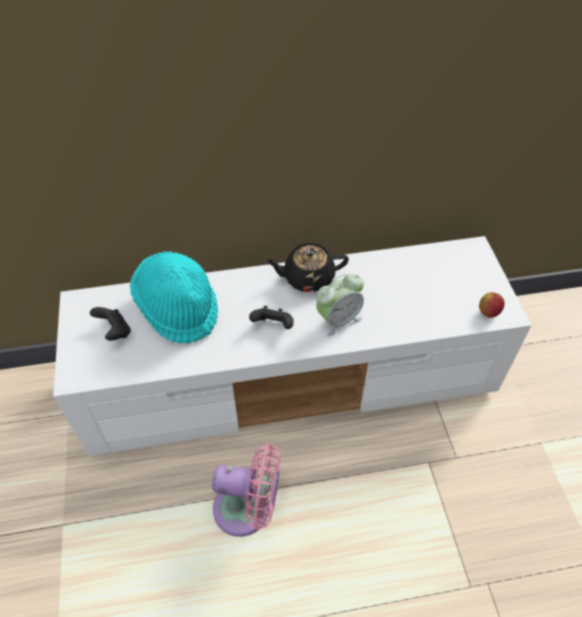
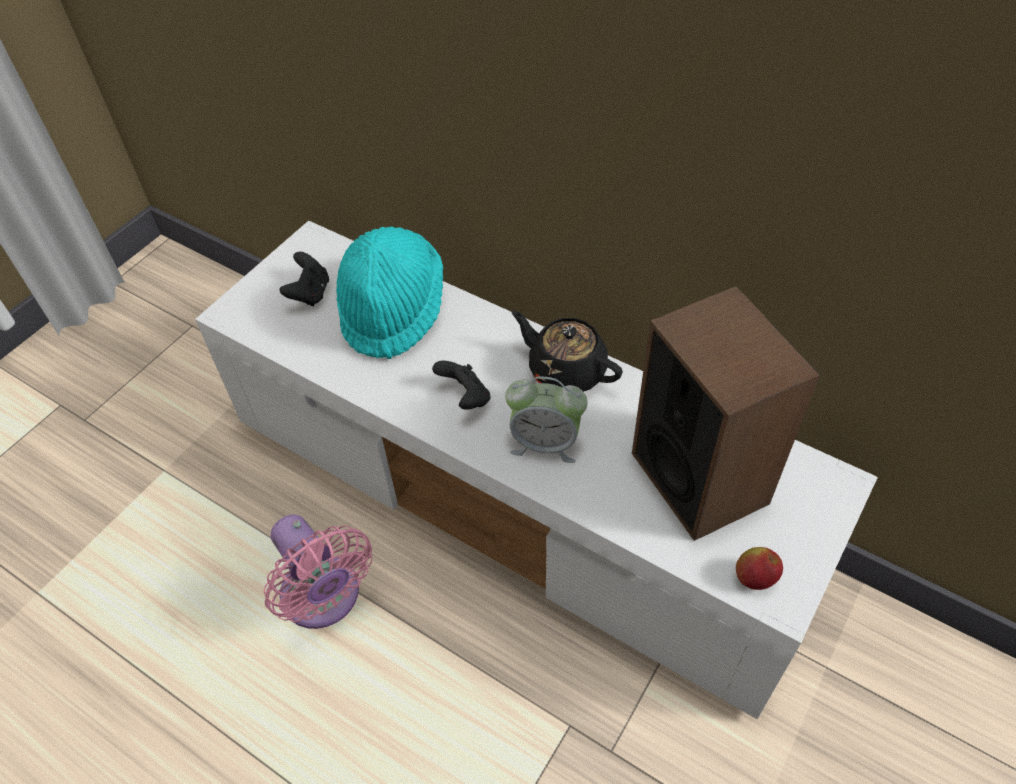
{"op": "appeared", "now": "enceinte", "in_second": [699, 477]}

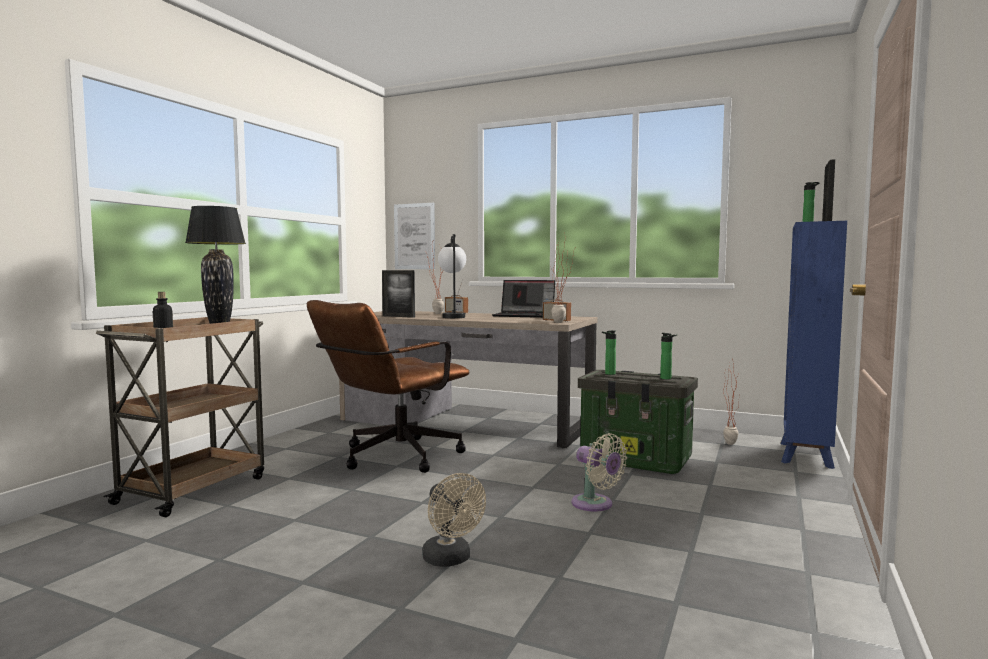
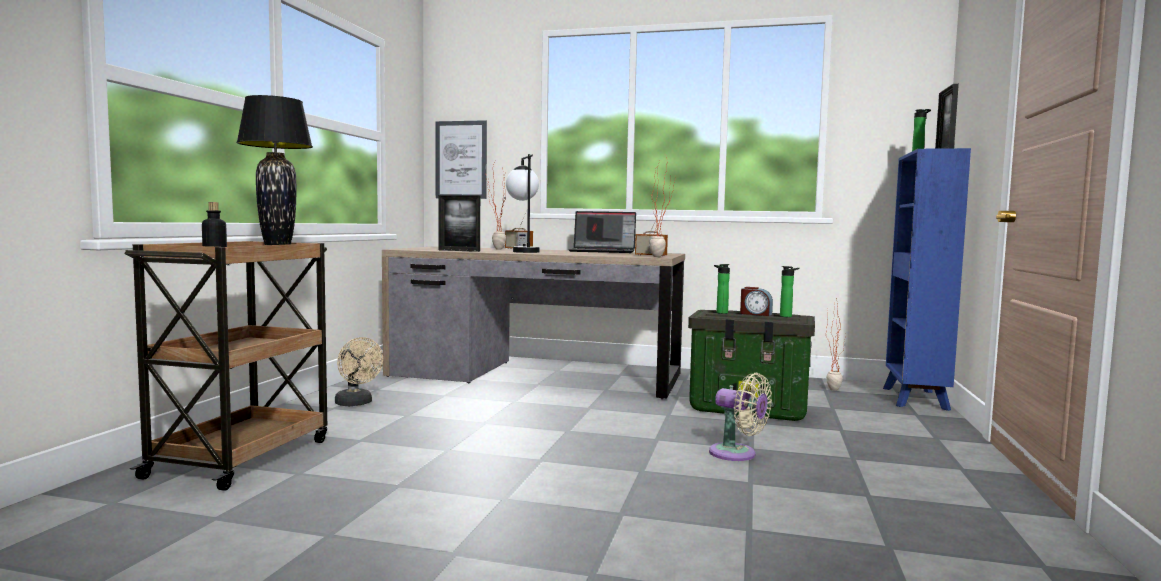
{"op": "missing", "was": "chaise de bureau (marron)", "in_first": [391, 458]}
{"op": "relocated", "was": "ventilateur (beige)", "in_first": [451, 560], "in_second": [356, 403]}
{"op": "appeared", "now": "réveil", "in_second": [755, 314]}

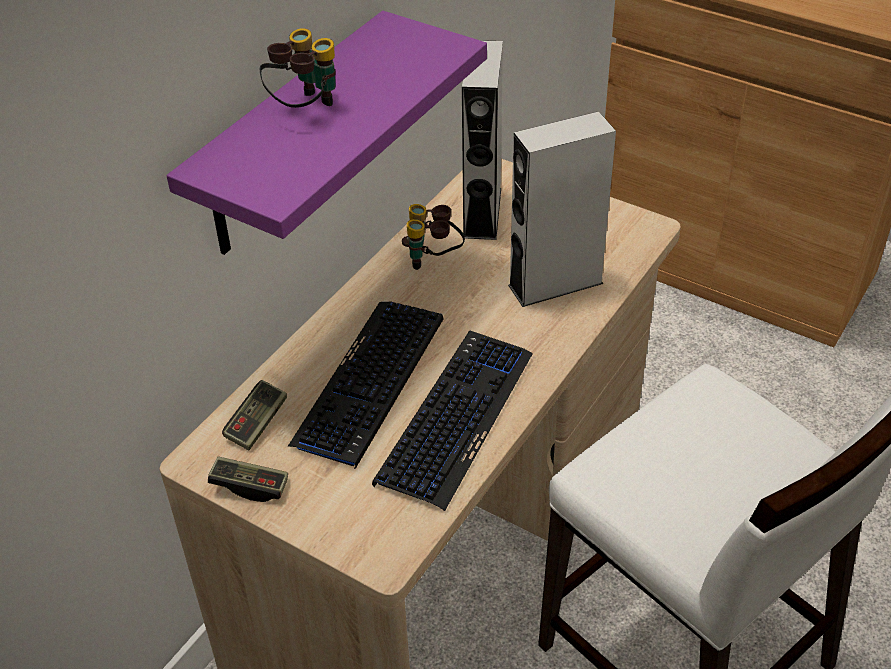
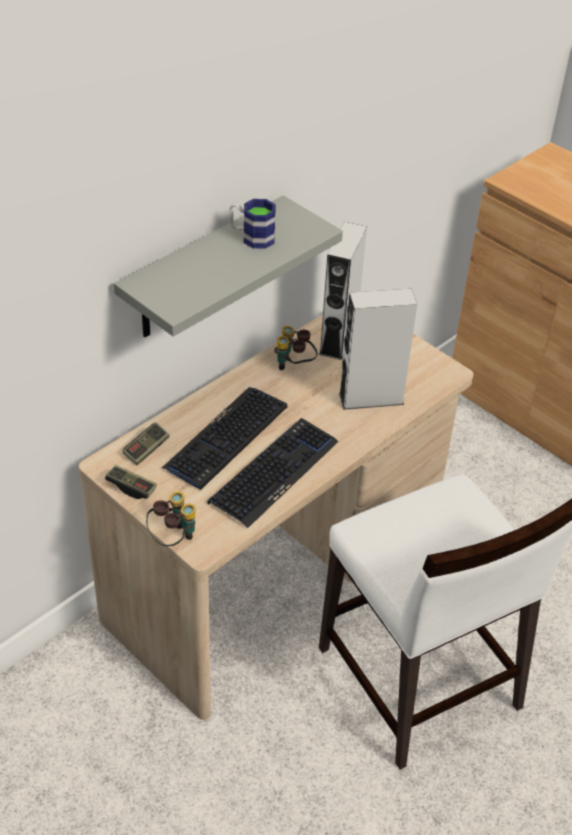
{"op": "colour", "was": "étagère (violet)", "now": "étagère (gris)", "in_first": [290, 138], "in_second": [203, 270]}
{"op": "relocated", "was": "jumelles", "in_first": [304, 108], "in_second": [173, 538]}
{"op": "appeared", "now": "mug", "in_second": [252, 237]}

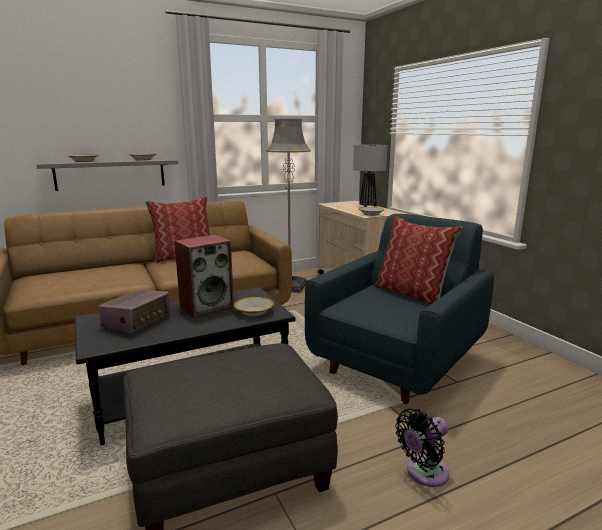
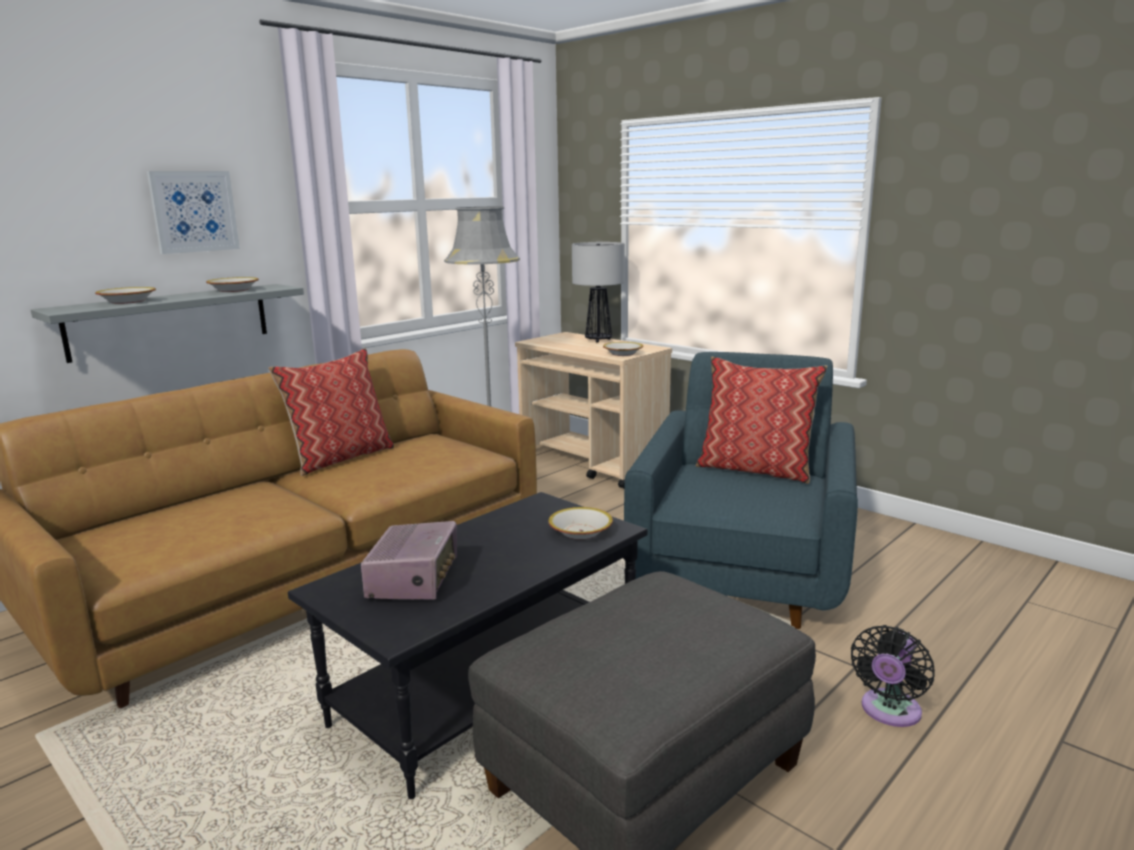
{"op": "missing", "was": "enceinte", "in_first": [207, 306]}
{"op": "appeared", "now": "tableau", "in_second": [194, 211]}

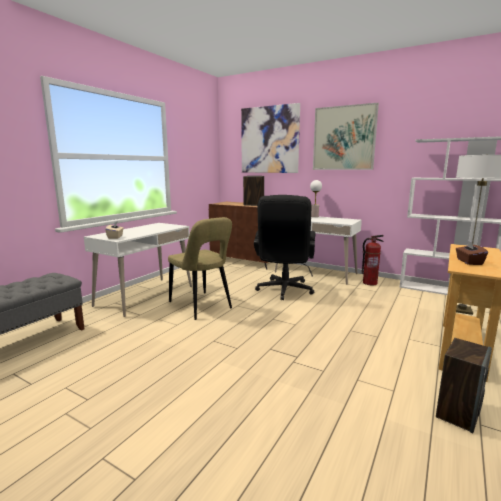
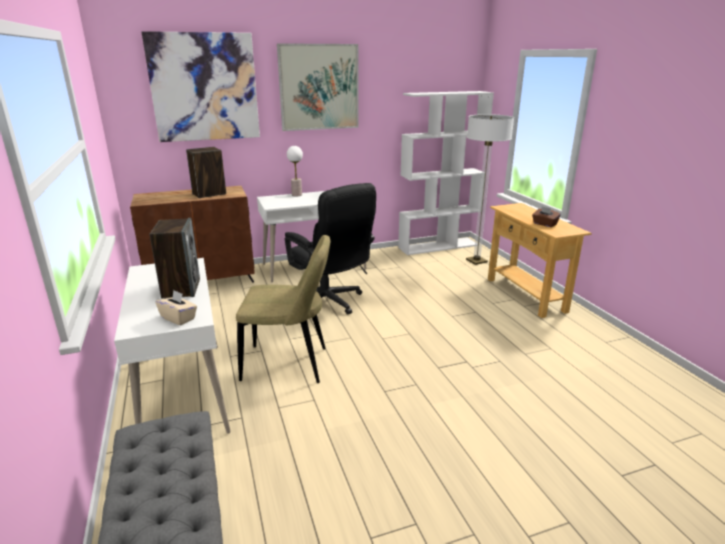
{"op": "missing", "was": "extincteur", "in_first": [370, 283]}
{"op": "relocated", "was": "enceinte", "in_first": [457, 413], "in_second": [181, 288]}

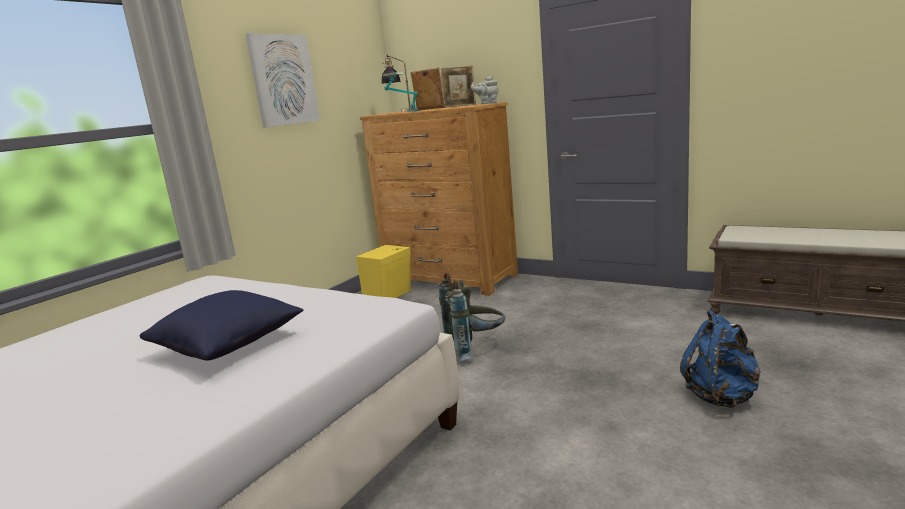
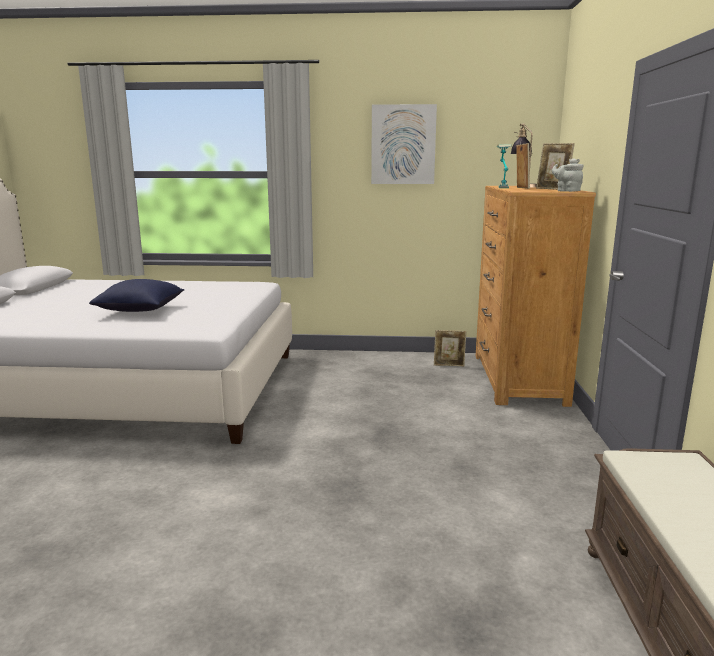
{"op": "exchanged", "was": "enceinte (jaune)", "now": "cadre photo", "in_first": [389, 296], "in_second": [449, 365]}
{"op": "missing", "was": "sac à dos (gris)", "in_first": [476, 349]}
{"op": "missing", "was": "sac à dos (bleu)", "in_first": [721, 396]}

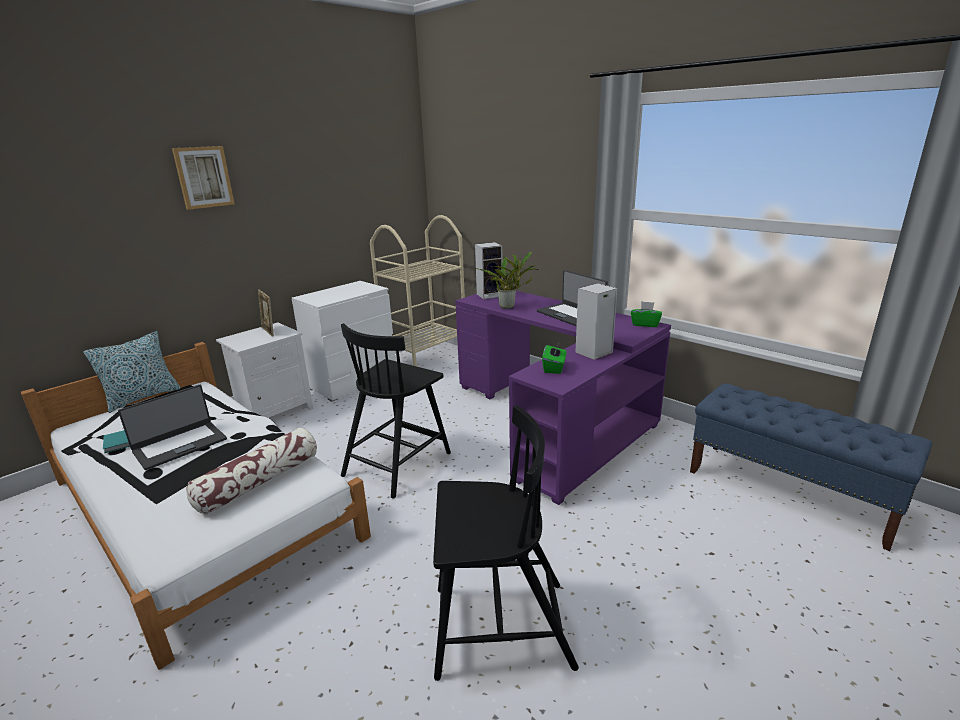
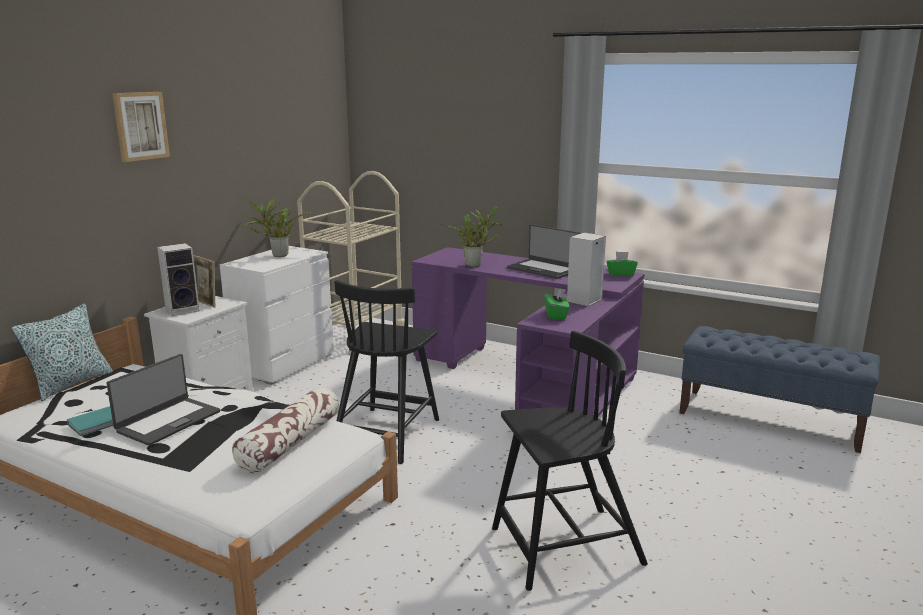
{"op": "relocated", "was": "enceinte", "in_first": [490, 295], "in_second": [183, 310]}
{"op": "appeared", "now": "plante en pot", "in_second": [278, 256]}

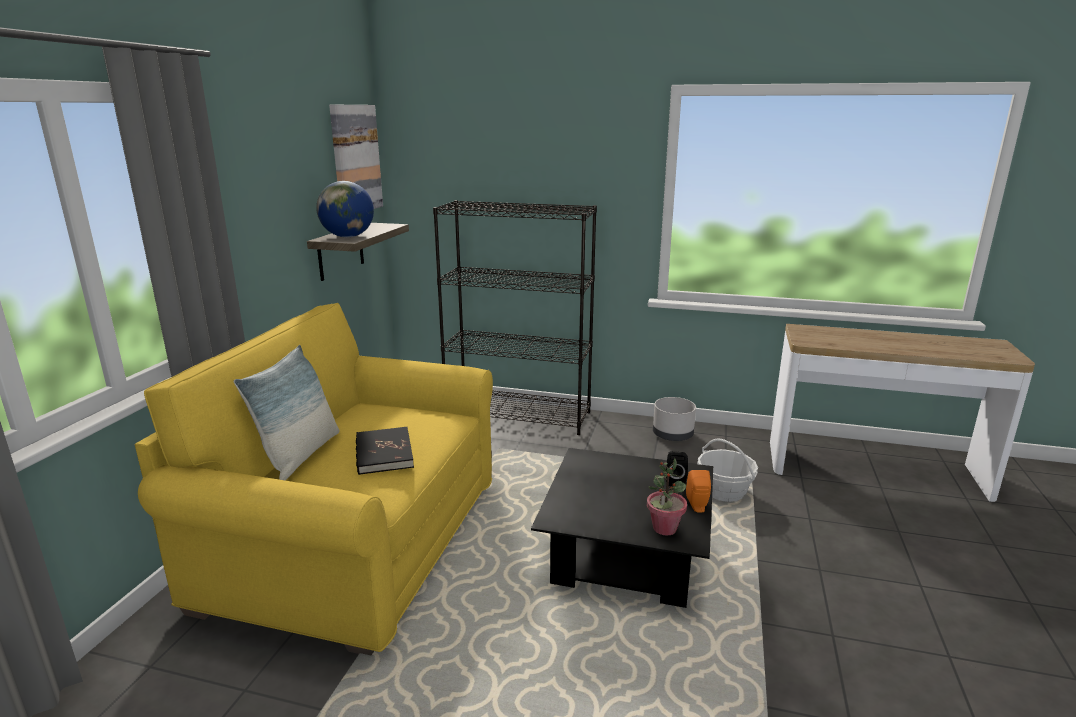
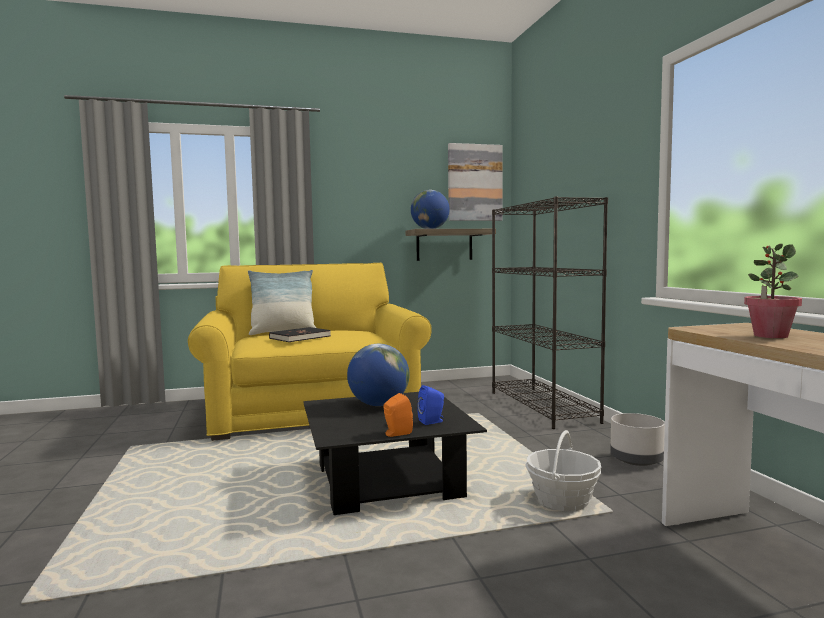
{"op": "relocated", "was": "plante en pot", "in_first": [664, 528], "in_second": [770, 336]}
{"op": "colour", "was": "enceinte (noir)", "now": "enceinte (bleu)", "in_first": [675, 480], "in_second": [432, 421]}
{"op": "appeared", "now": "globe", "in_second": [379, 405]}

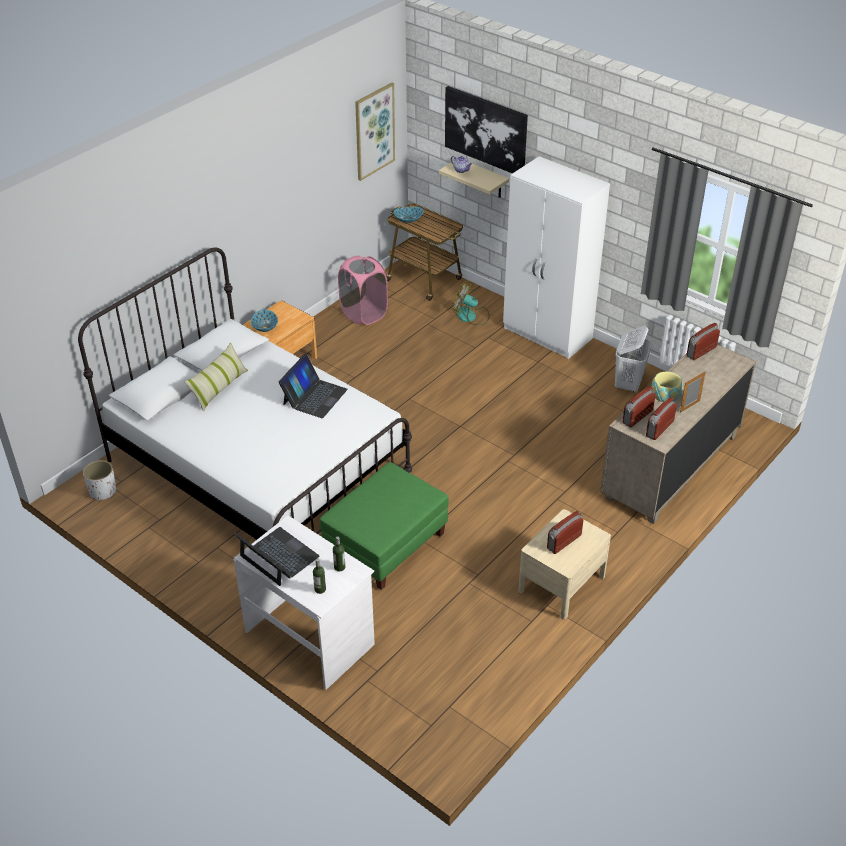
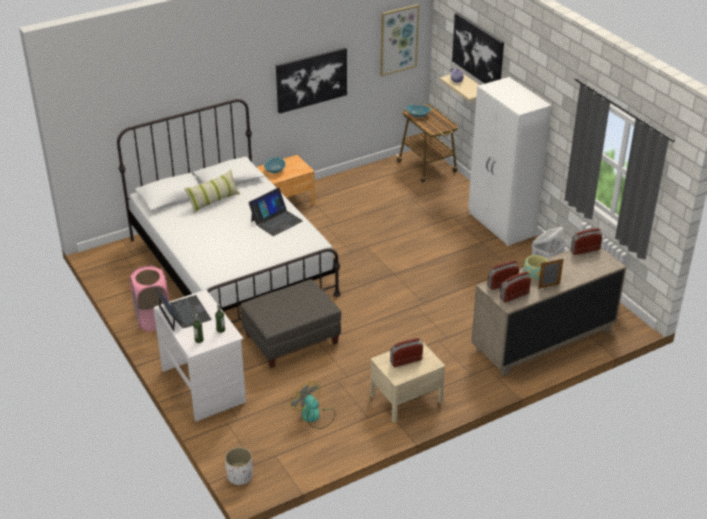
{"op": "relocated", "was": "cache-pot (blanc)", "in_first": [103, 491], "in_second": [239, 476]}
{"op": "colour", "was": "pouf (vert)", "now": "pouf (gris)", "in_first": [385, 545], "in_second": [291, 340]}
{"op": "relocated", "was": "panier à linge (rose)", "in_first": [364, 314], "in_second": [153, 320]}
{"op": "relocated", "was": "ventilateur", "in_first": [471, 316], "in_second": [314, 416]}
{"op": "appeared", "now": "tableau", "in_second": [311, 79]}

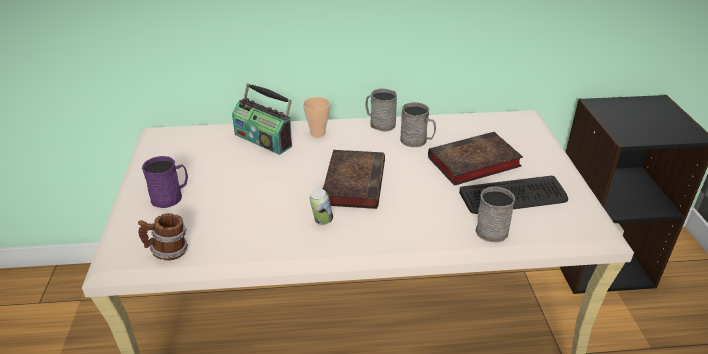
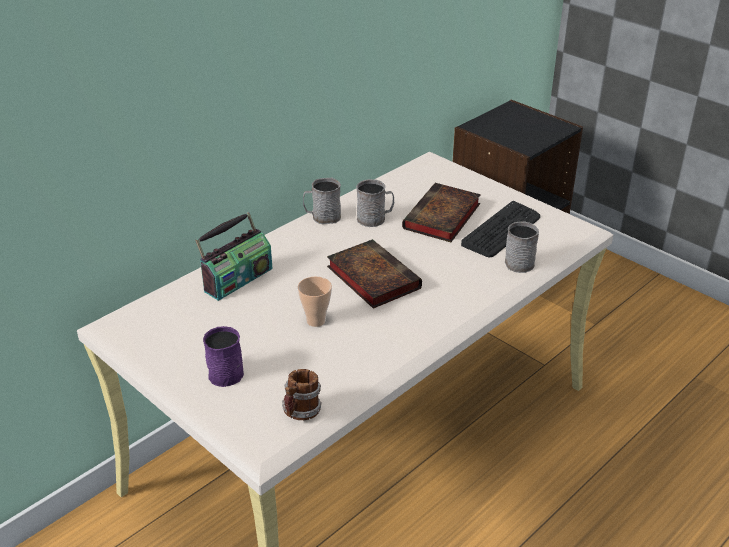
{"op": "spun", "was": "radio", "in_first": [264, 139], "in_second": [237, 279], "clockwise": -45}
{"op": "relocated", "was": "tasse", "in_first": [317, 133], "in_second": [316, 321]}
{"op": "missing", "was": "boîte métallique", "in_first": [322, 221]}

